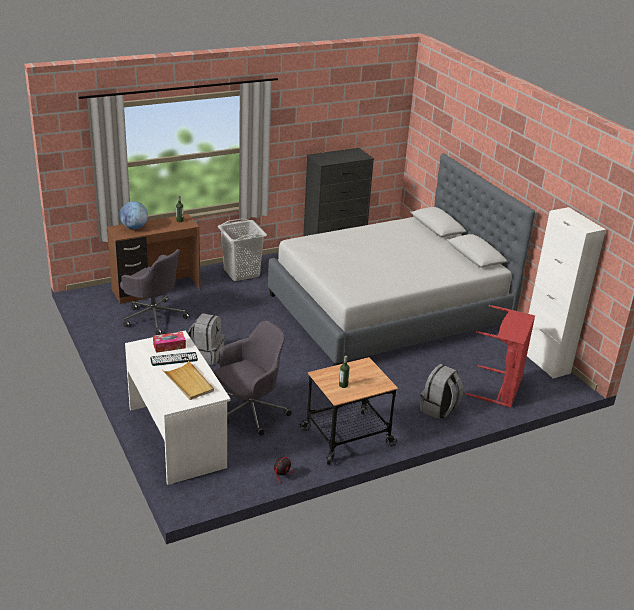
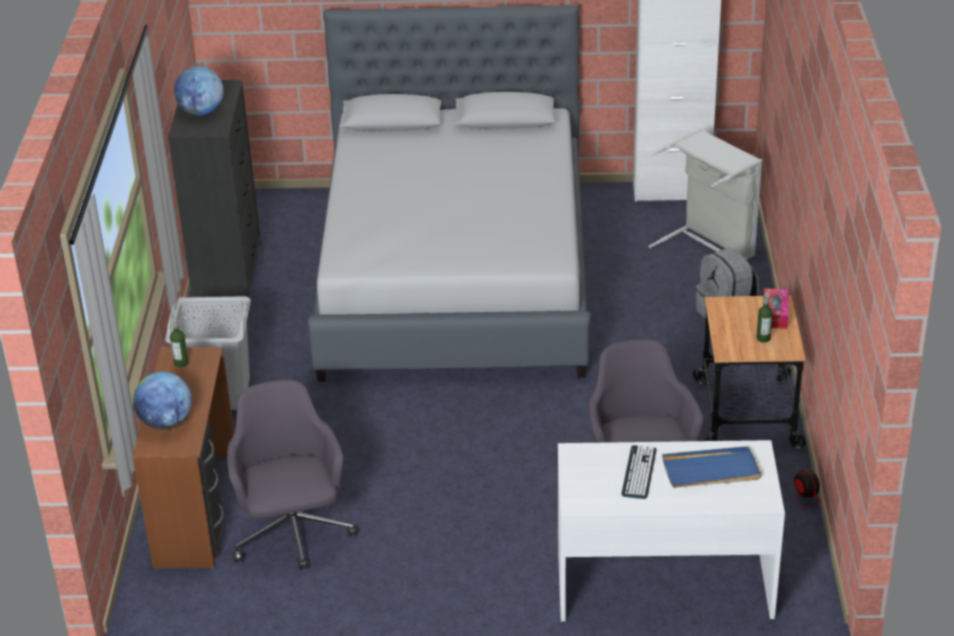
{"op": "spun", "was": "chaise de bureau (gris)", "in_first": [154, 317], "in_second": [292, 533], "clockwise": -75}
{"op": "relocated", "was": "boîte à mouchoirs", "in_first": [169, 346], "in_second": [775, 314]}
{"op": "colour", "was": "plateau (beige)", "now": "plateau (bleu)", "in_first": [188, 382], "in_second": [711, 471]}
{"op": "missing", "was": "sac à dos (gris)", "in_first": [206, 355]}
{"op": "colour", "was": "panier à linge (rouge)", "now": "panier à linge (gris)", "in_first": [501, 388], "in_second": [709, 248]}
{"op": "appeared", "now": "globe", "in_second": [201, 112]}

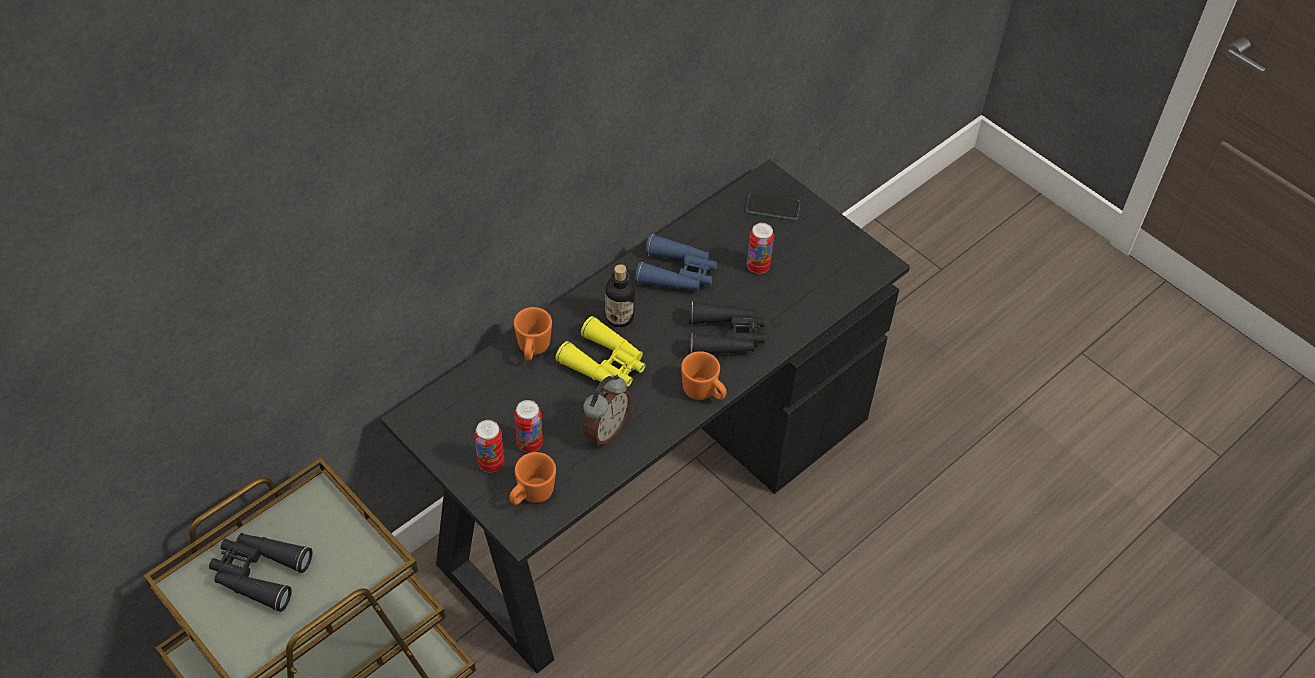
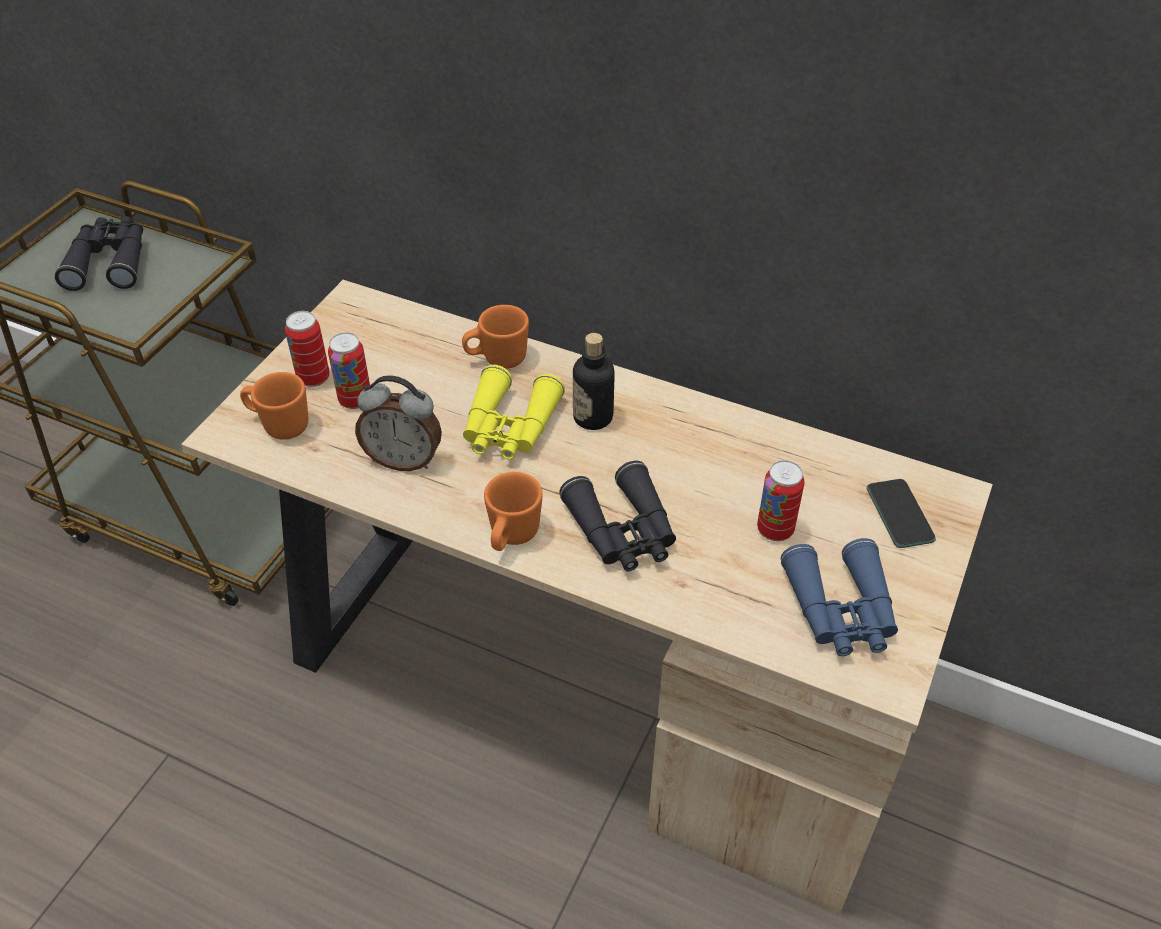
{"op": "colour", "was": "bureau (noir)", "now": "bureau (beige)", "in_first": [649, 490], "in_second": [581, 684]}
{"op": "relocated", "was": "jumelles (bleu)", "in_first": [677, 273], "in_second": [841, 611]}

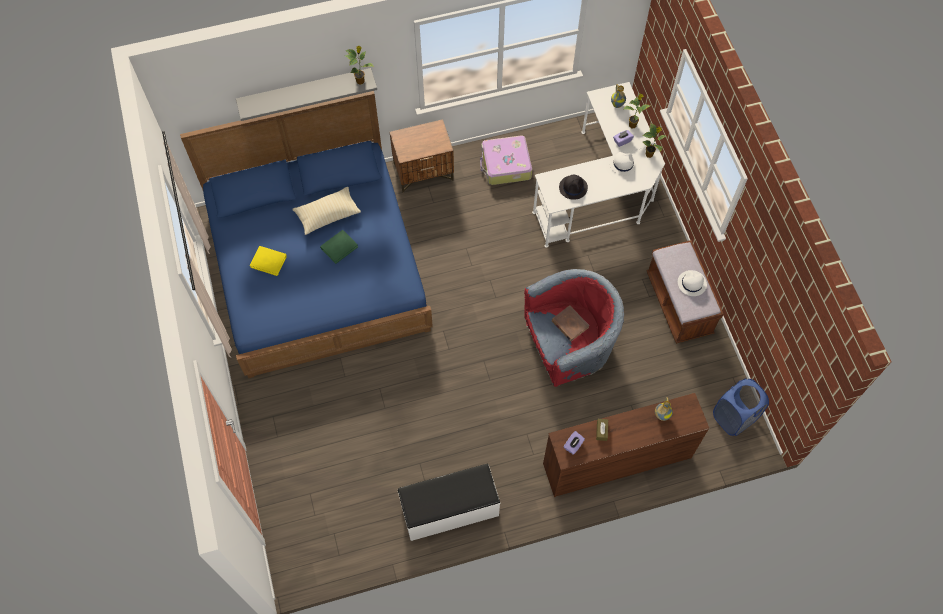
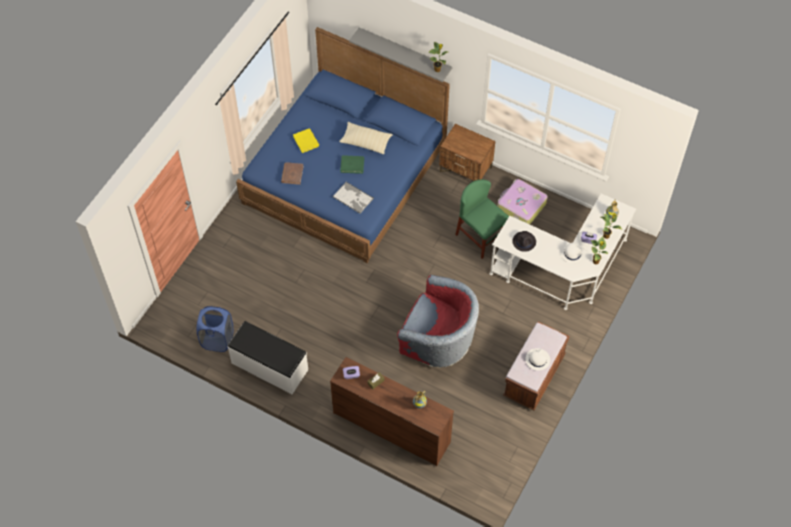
{"op": "relocated", "was": "livre (marron)", "in_first": [569, 324], "in_second": [292, 174]}
{"op": "relocated", "was": "panier à linge (bleu)", "in_first": [734, 417], "in_second": [217, 340]}
{"op": "appeared", "now": "plateau", "in_second": [353, 198]}
{"op": "appeared", "now": "chaise (vert)", "in_second": [480, 237]}

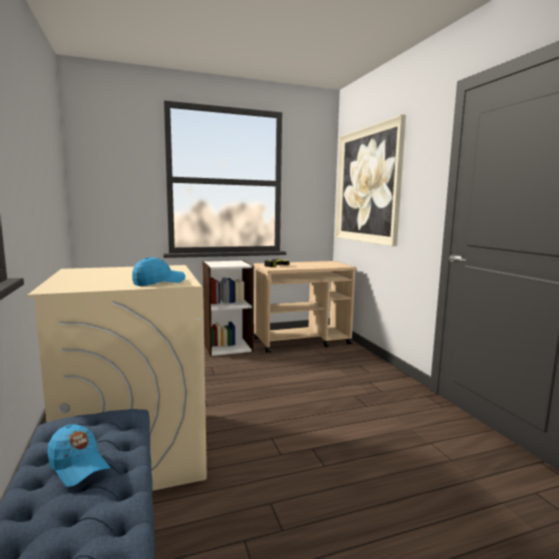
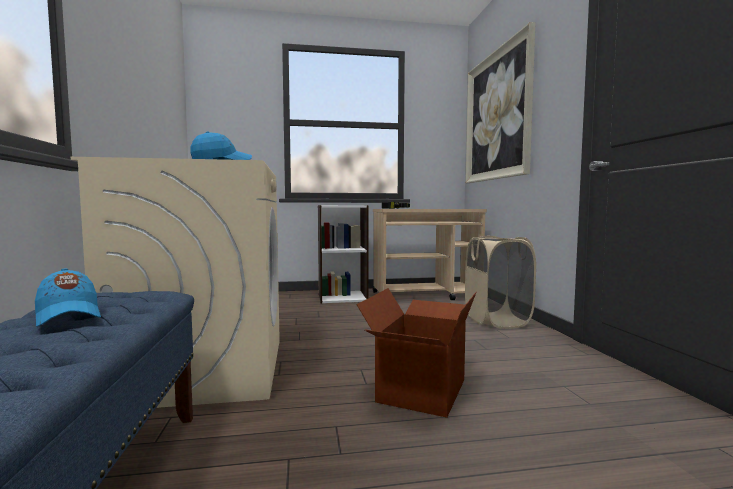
{"op": "appeared", "now": "carton", "in_second": [420, 390]}
{"op": "appeared", "now": "panier à linge (beige)", "in_second": [497, 321]}

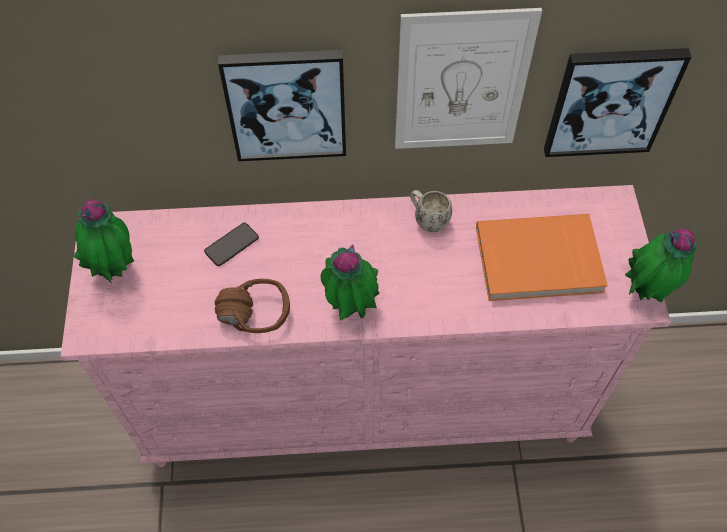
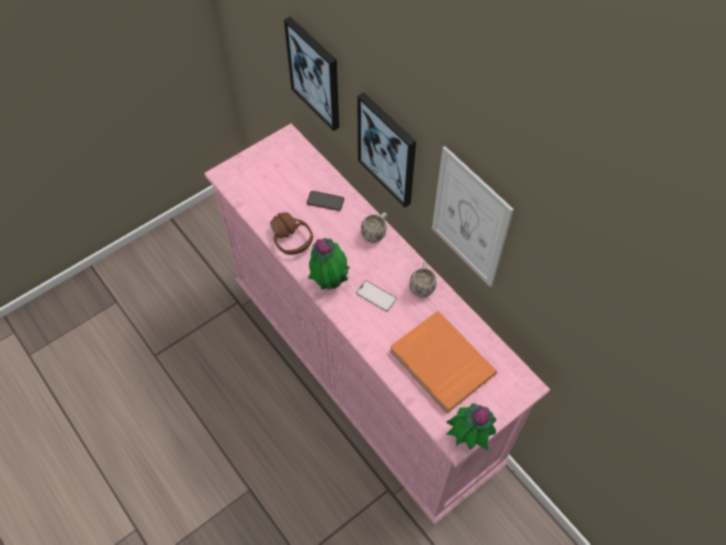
{"op": "missing", "was": "plante en pot", "in_first": [116, 269]}
{"op": "relocated", "was": "tableau", "in_first": [611, 101], "in_second": [315, 73]}
{"op": "appeared", "now": "téléphone", "in_second": [376, 296]}
{"op": "appeared", "now": "mug (blanc)", "in_second": [375, 233]}

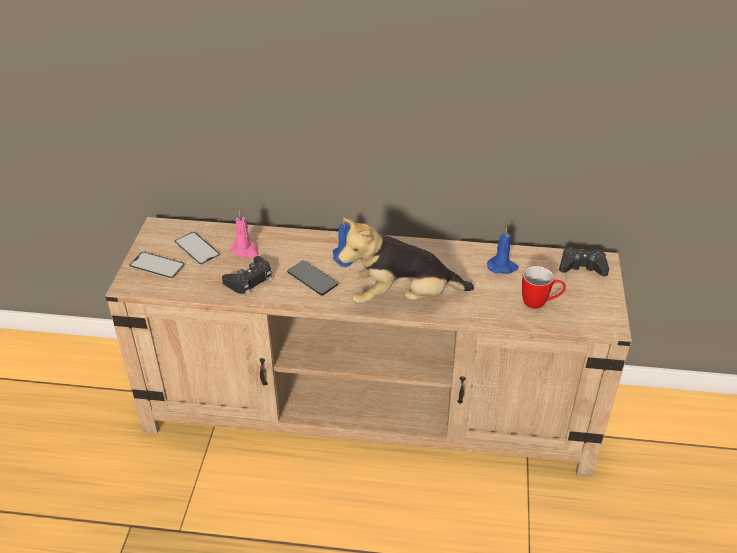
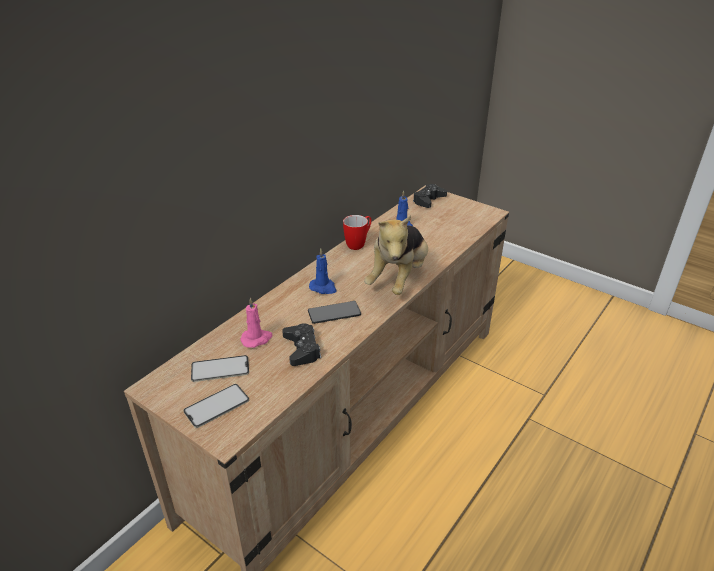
{"op": "relocated", "was": "mug", "in_first": [540, 303], "in_second": [359, 244]}

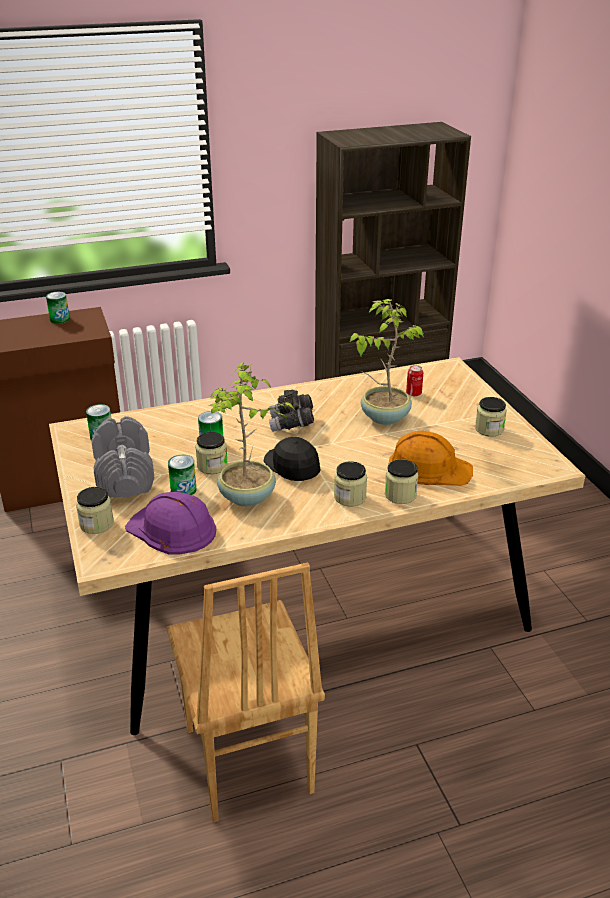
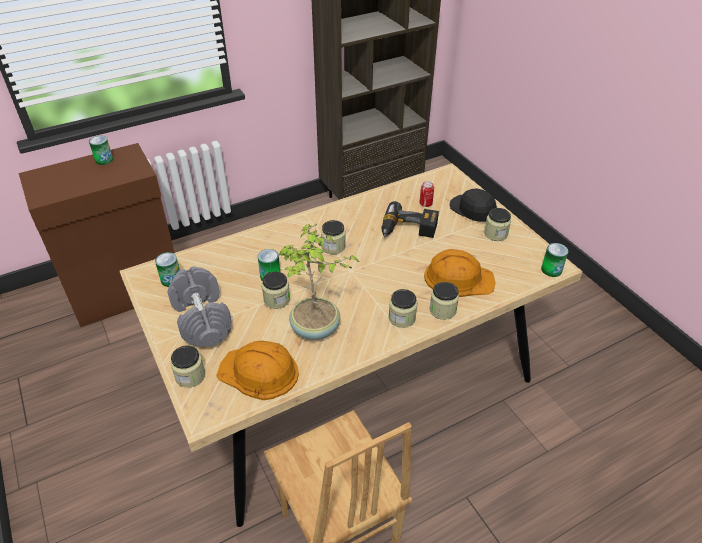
{"op": "colour", "was": "casque de chantier (violet)", "now": "casque de chantier (orange)", "in_first": [172, 529], "in_second": [259, 372]}
{"op": "relocated", "was": "boîte métallique", "in_first": [183, 490], "in_second": [551, 270]}
{"op": "relocated", "was": "casquette (noir)", "in_first": [292, 465], "in_second": [473, 209]}
{"op": "exchanged", "was": "jumelles (gris)", "now": "bocal", "in_first": [292, 424], "in_second": [333, 247]}
{"op": "exchanged", "was": "plante en pot", "now": "perceuse", "in_first": [384, 417], "in_second": [408, 231]}

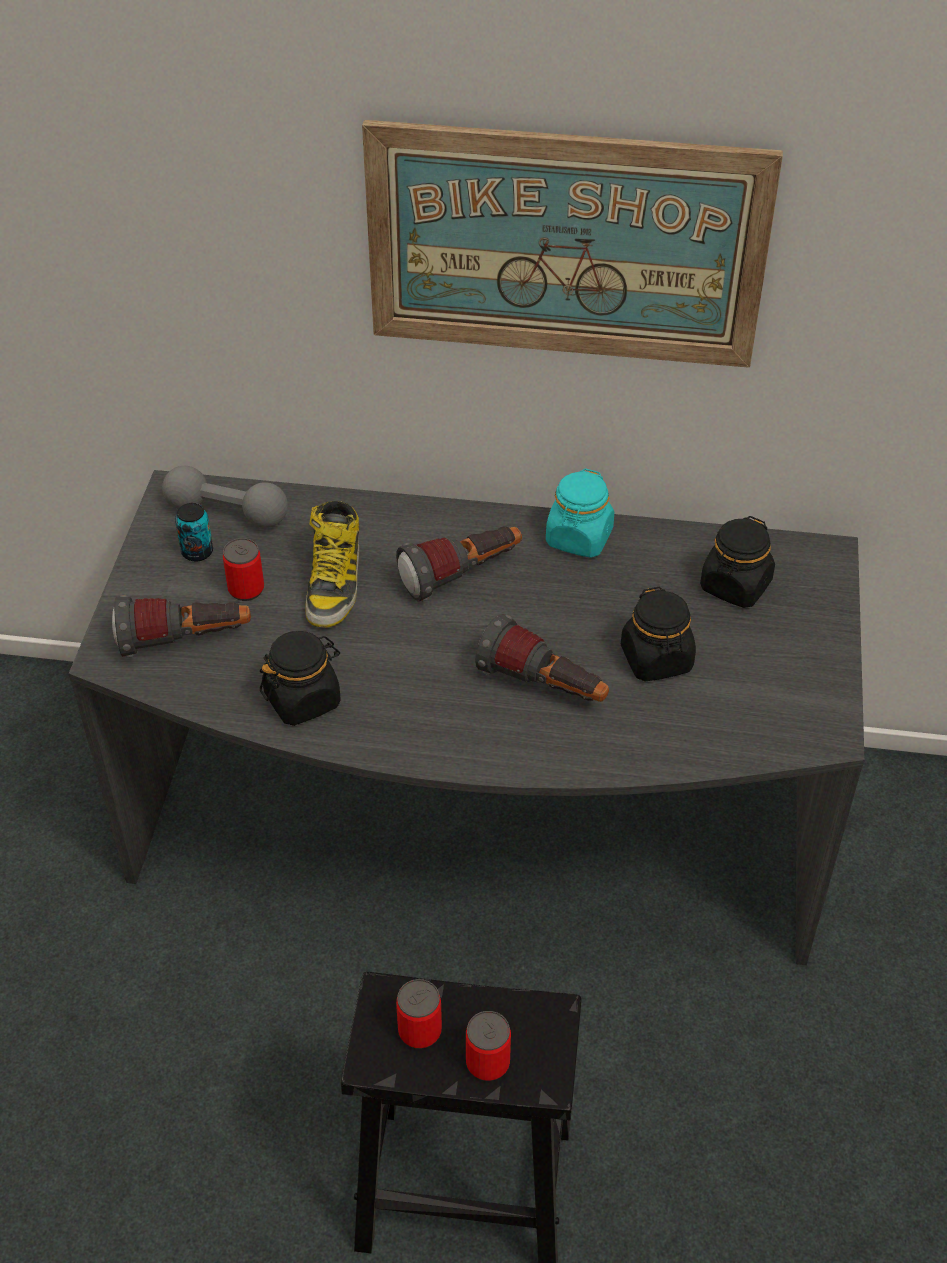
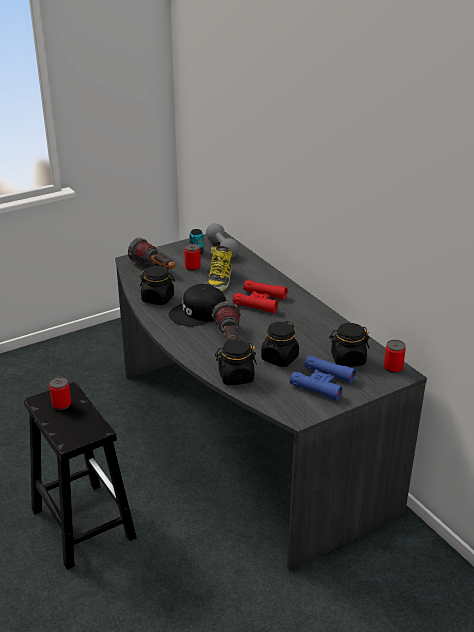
{"op": "spun", "was": "botte", "in_first": [334, 583], "in_second": [219, 280], "clockwise": -45}
{"op": "missing", "was": "tableau", "in_first": [565, 245]}
{"op": "exchanged", "was": "lampe de poche", "now": "jumelles (rouge)", "in_first": [462, 576], "in_second": [260, 301]}
{"op": "relocated", "was": "boîte métallique", "in_first": [487, 1063], "in_second": [393, 368]}
{"op": "missing", "was": "bocal (turquoise)", "in_first": [579, 538]}
{"op": "appeared", "now": "casquette (noir)", "in_second": [199, 313]}
{"op": "appeared", "now": "bocal (noir)", "in_second": [236, 377]}
{"op": "appeared", "now": "jumelles (bleu)", "in_second": [322, 383]}

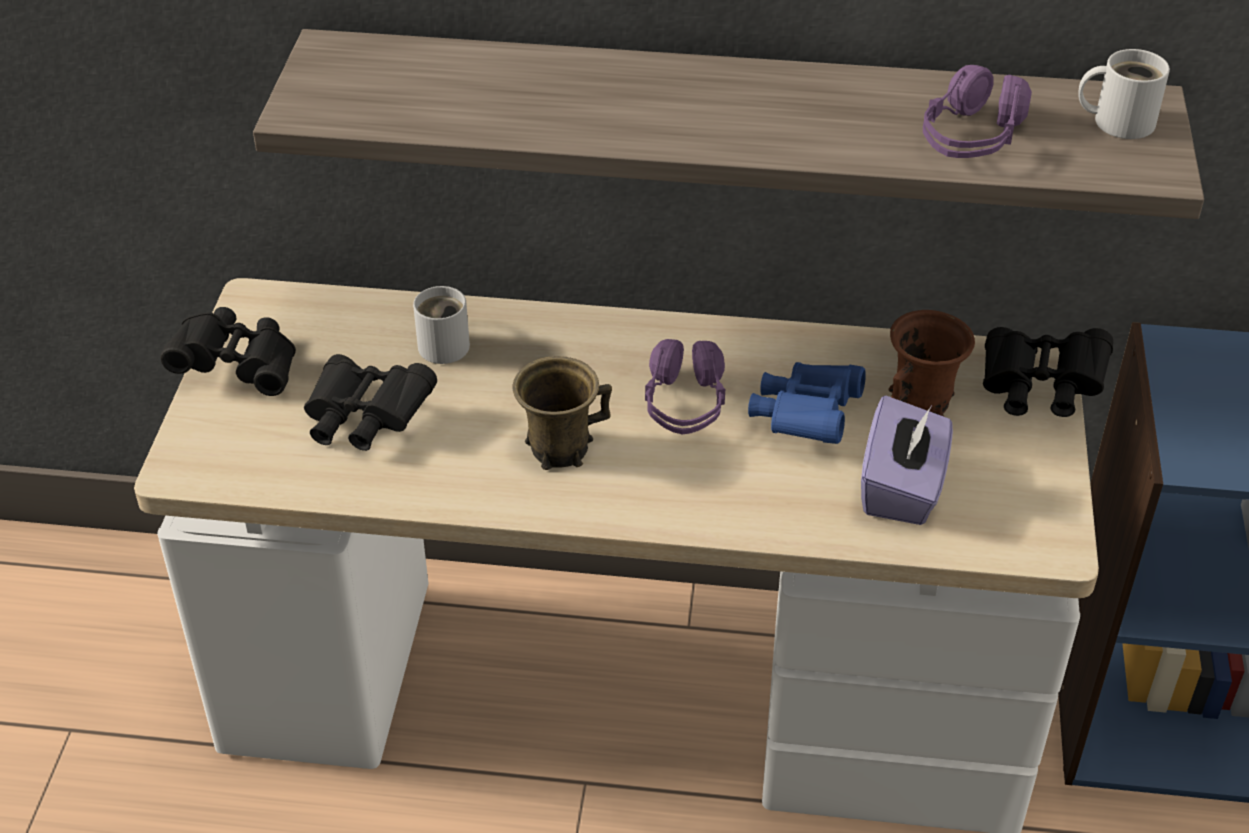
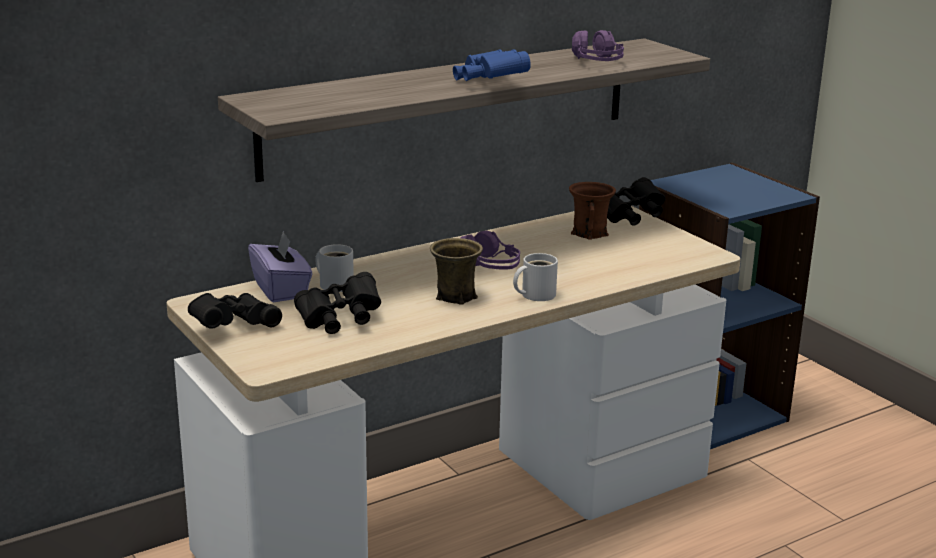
{"op": "relocated", "was": "jumelles (bleu)", "in_first": [805, 418], "in_second": [489, 82]}
{"op": "relocated", "was": "boîte à mouchoirs (violet)", "in_first": [902, 488], "in_second": [281, 289]}
{"op": "relocated", "was": "mug (blanc)", "in_first": [1118, 120], "in_second": [535, 294]}

